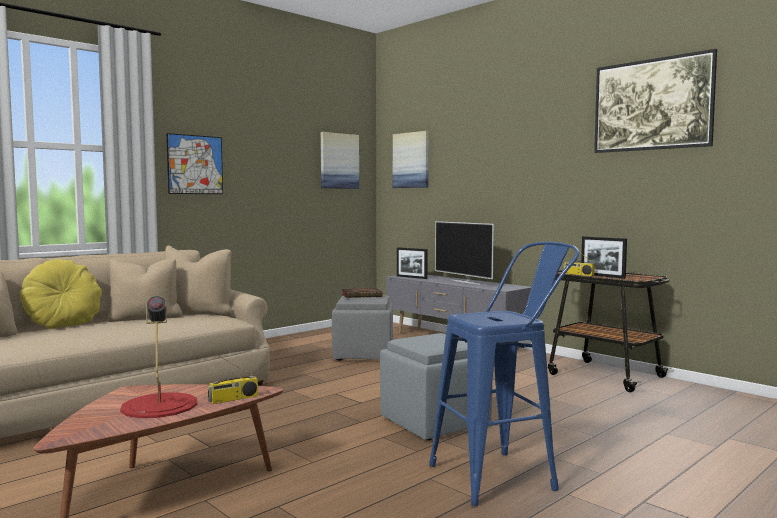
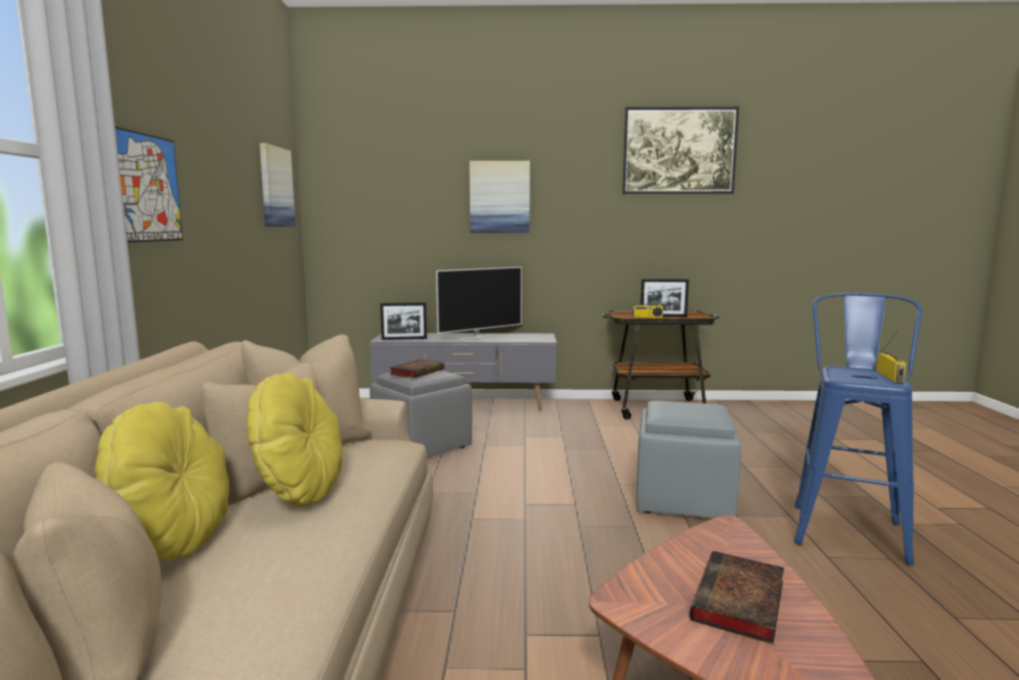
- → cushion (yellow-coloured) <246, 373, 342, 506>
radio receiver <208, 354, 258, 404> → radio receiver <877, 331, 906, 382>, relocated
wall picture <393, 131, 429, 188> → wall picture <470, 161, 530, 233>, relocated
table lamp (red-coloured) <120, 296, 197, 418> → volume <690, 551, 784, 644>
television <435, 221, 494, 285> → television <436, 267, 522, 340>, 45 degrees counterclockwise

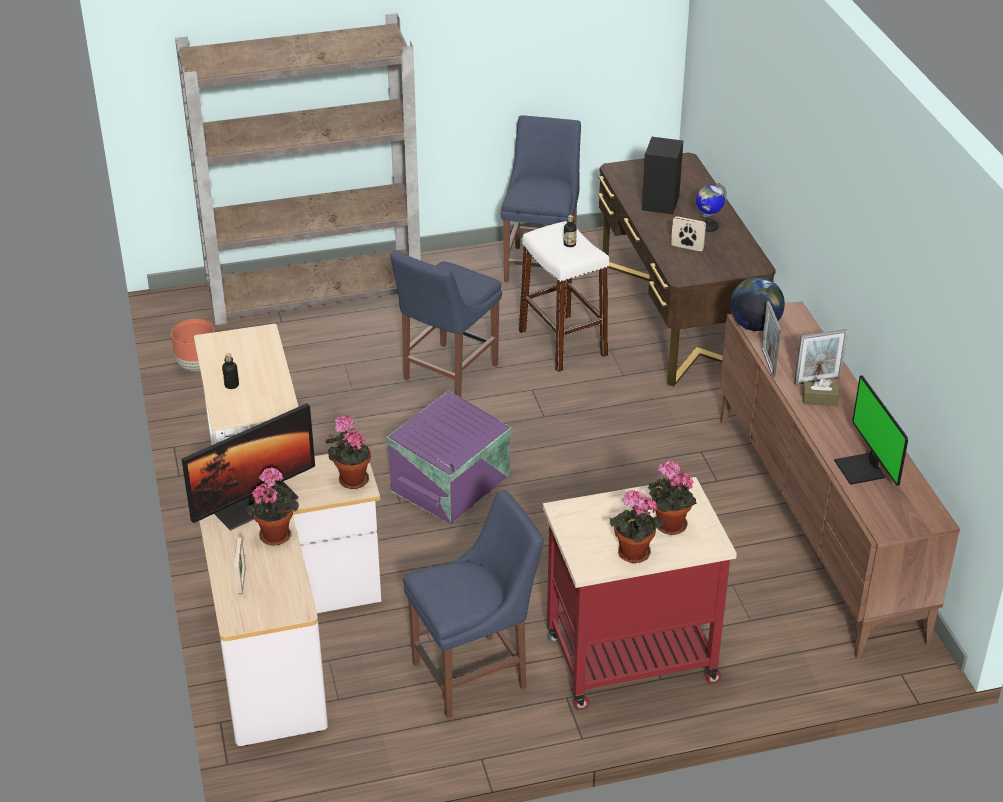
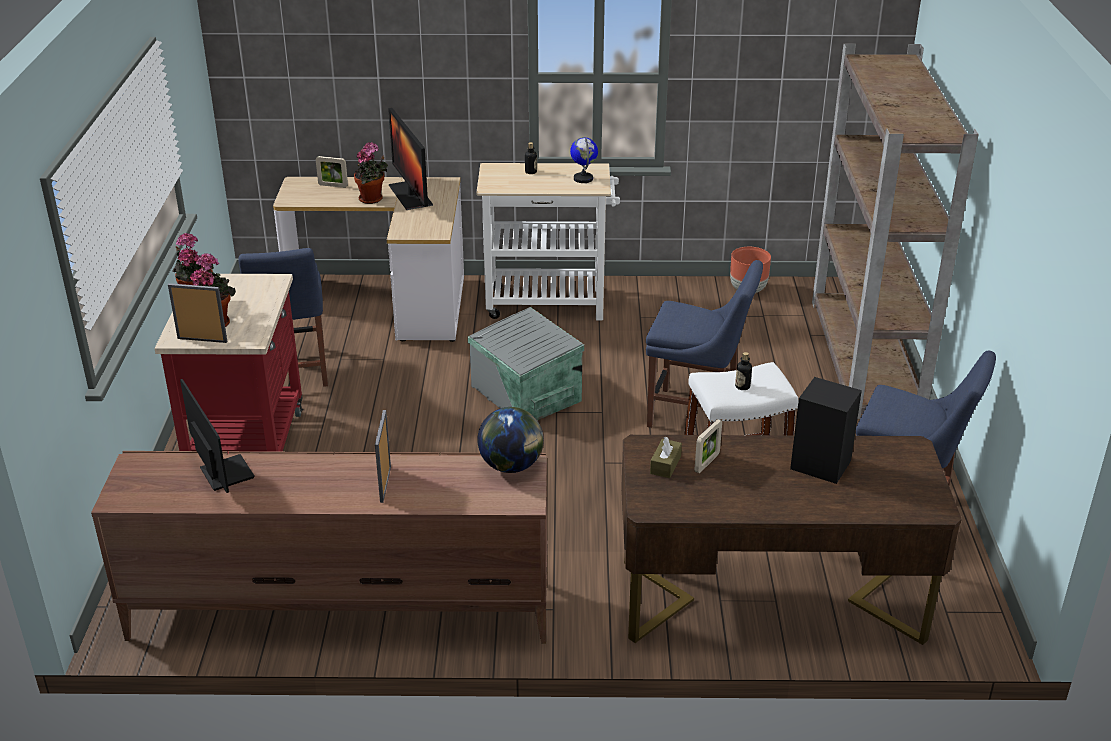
potted plant <326, 416, 371, 489> → -
globe <696, 183, 727, 232> → globe <570, 137, 598, 183>, relocated
photo frame <761, 301, 781, 377> → photo frame <168, 283, 227, 343>, relocated
tissue holder (brown-coloured) <802, 377, 839, 406> → tissue holder (brown-coloured) <650, 436, 682, 478>, relocated
storage container (purplish) <386, 391, 512, 524> → storage container (gray) <468, 307, 584, 420>
chair (blue) <390, 250, 502, 397> → chair (blue) <646, 260, 763, 435>, 150 degrees clockwise
computer display <834, 375, 908, 486> → computer display <180, 379, 255, 493>, 60 degrees clockwise

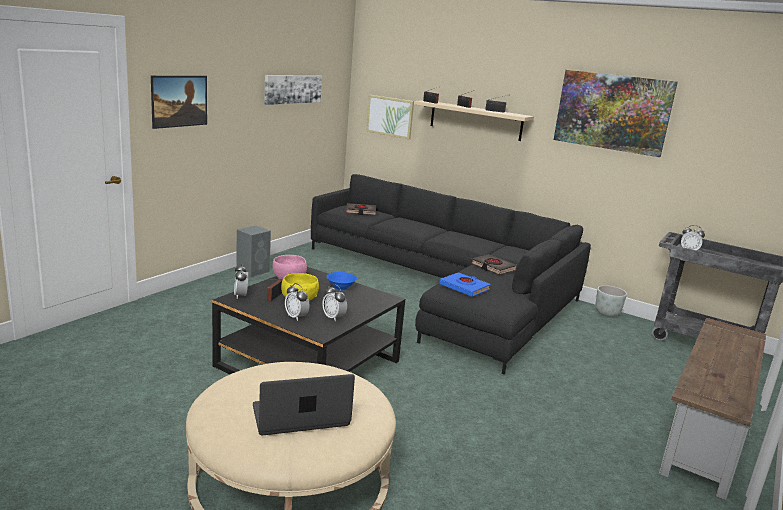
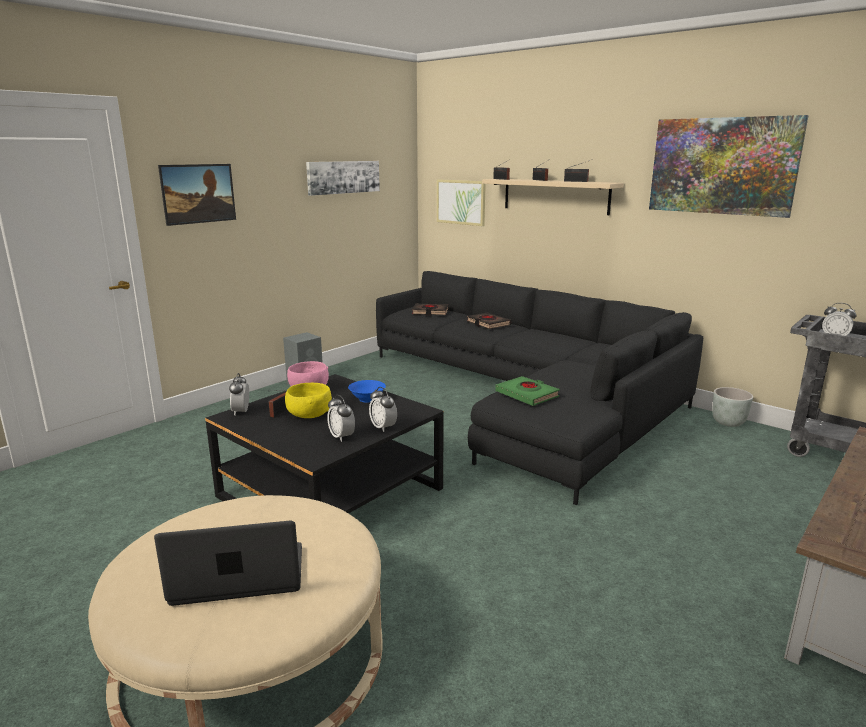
alarm clock <285, 283, 310, 321> → alarm clock <369, 387, 397, 432>, relocated
volume (blackish) <471, 254, 518, 275> → volume (blackish) <467, 313, 511, 329>, relocated
volume (blue) <439, 272, 491, 297> → volume (green-coloured) <495, 376, 560, 406>

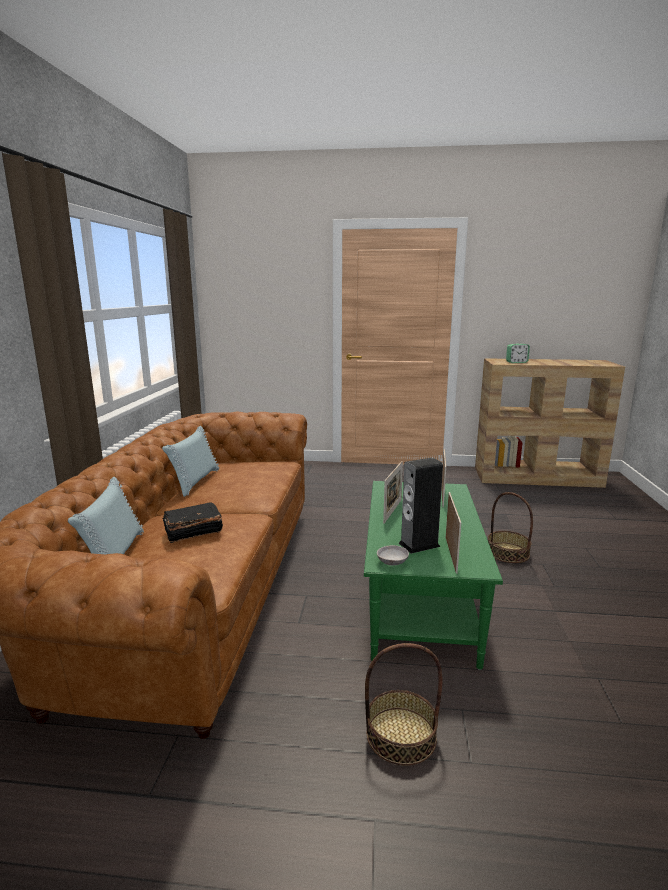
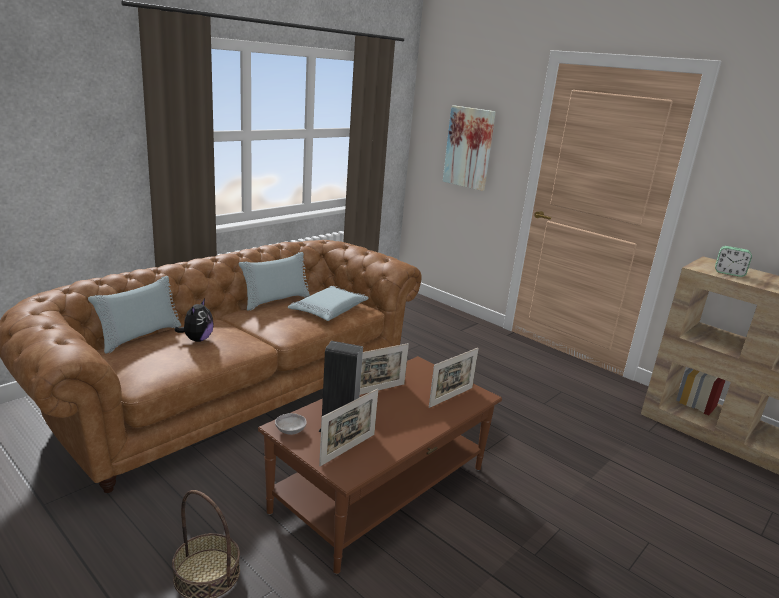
basket <488, 492, 533, 563> → -
- → cushion (blue) <288, 286, 369, 321>
- → wall picture <443, 105, 496, 191>
volume (blackish) <163, 502, 223, 543> → plush toy <174, 299, 214, 342>
lounge table (green-coloured) <364, 481, 503, 670> → lounge table (brown-coloured) <258, 356, 502, 574>

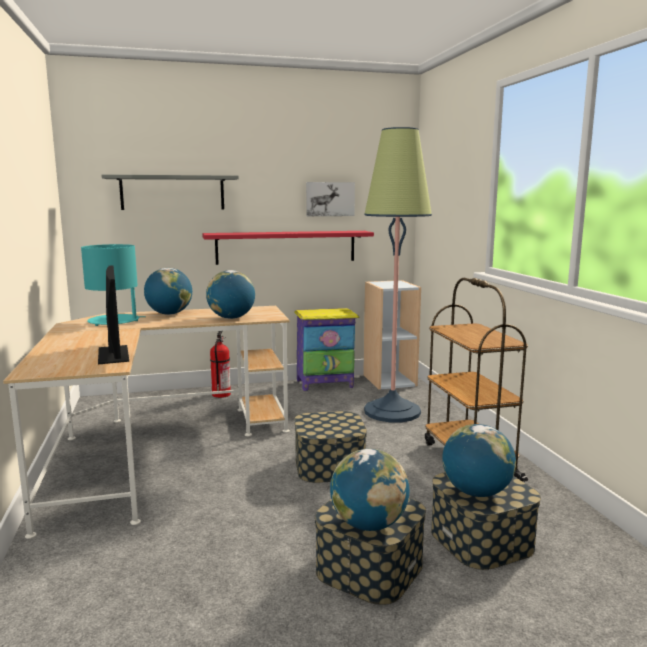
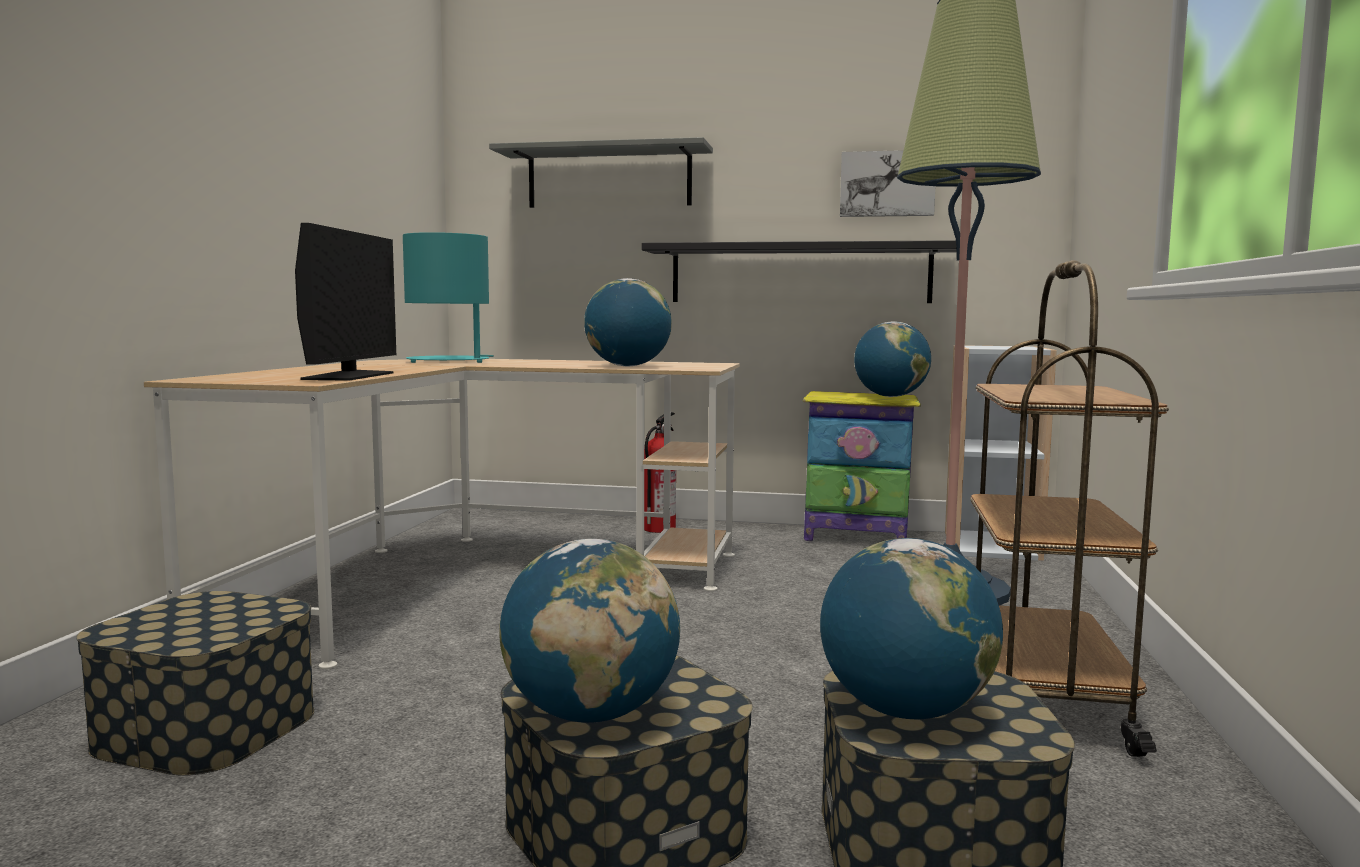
globe <144, 268, 192, 315> → globe <854, 321, 931, 397>, relocated
storage container <294, 411, 367, 483> → storage container <76, 591, 314, 776>, relocated
shelf (red-coloured) <202, 231, 374, 265> → shelf (blackish) <642, 240, 957, 303>

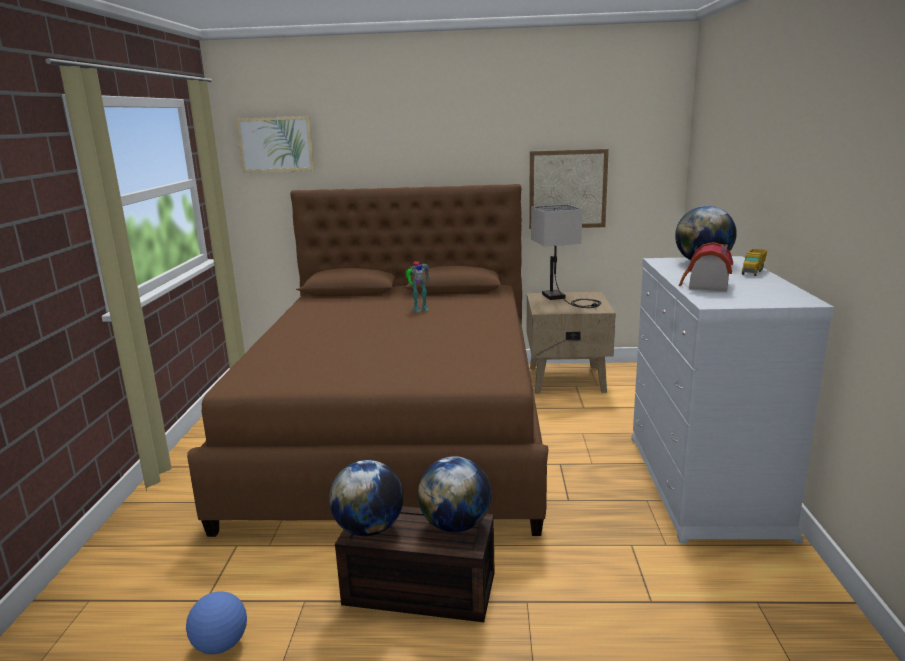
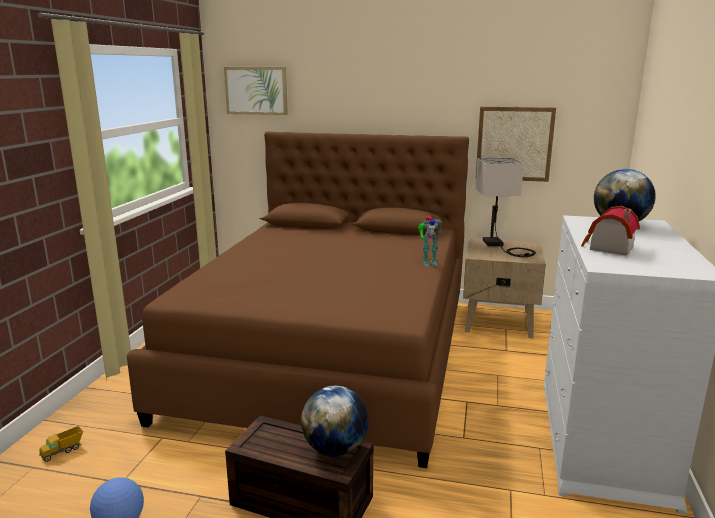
globe <329, 460, 404, 536> → -
robot figure <406, 261, 430, 312> → robot figure <418, 216, 442, 266>, relocated
model truck <742, 249, 767, 276> → model truck <39, 426, 83, 462>, relocated

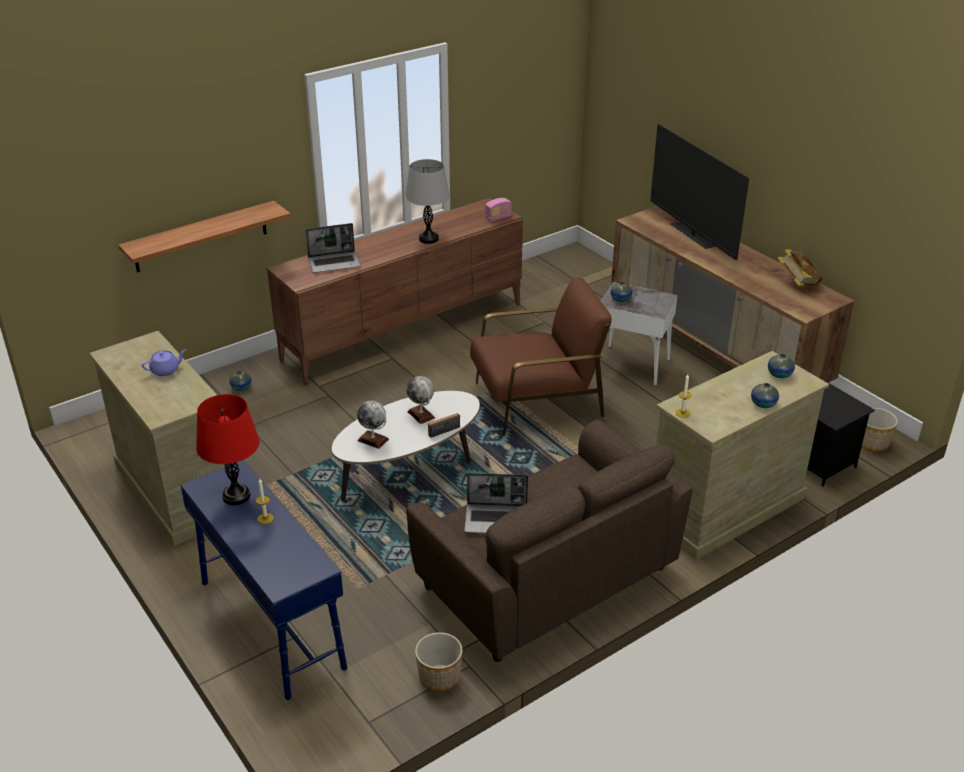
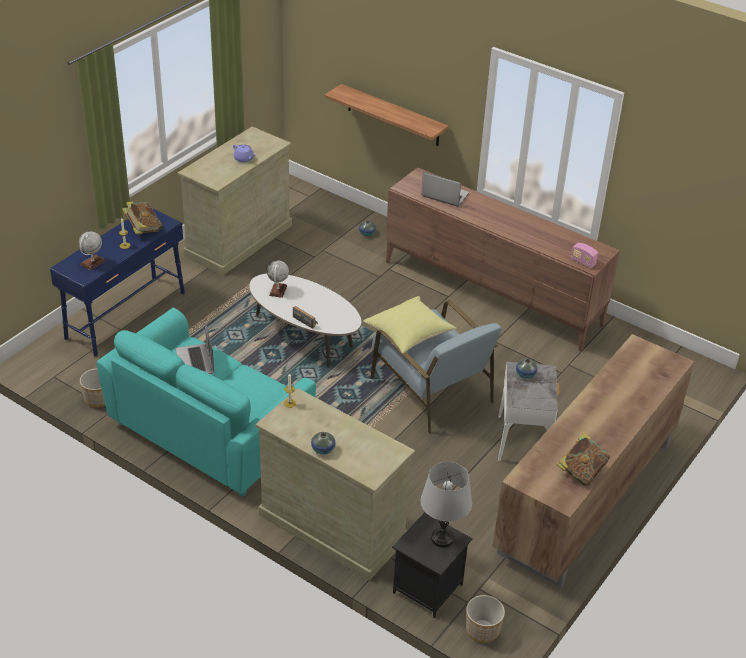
television <650, 124, 749, 260> → -
vase <768, 354, 795, 378> → -
- → cushion (yellow-coloured) <363, 296, 456, 354>
table lamp (gray) <405, 159, 450, 244> → table lamp (gray) <421, 462, 472, 547>, relocated
globe <406, 376, 435, 424> → globe <79, 231, 106, 270>, relocated
table lamp (red-coloured) <196, 394, 260, 505> → volume <122, 202, 162, 234>
settee (brown-coloured) <406, 419, 692, 662> → settee (blue-green) <97, 308, 316, 496>
lounge chair (brown-coloured) <470, 278, 612, 436> → lounge chair (blue) <370, 300, 502, 433>
laptop <305, 223, 361, 273> → laptop <422, 172, 469, 206>, 150 degrees clockwise

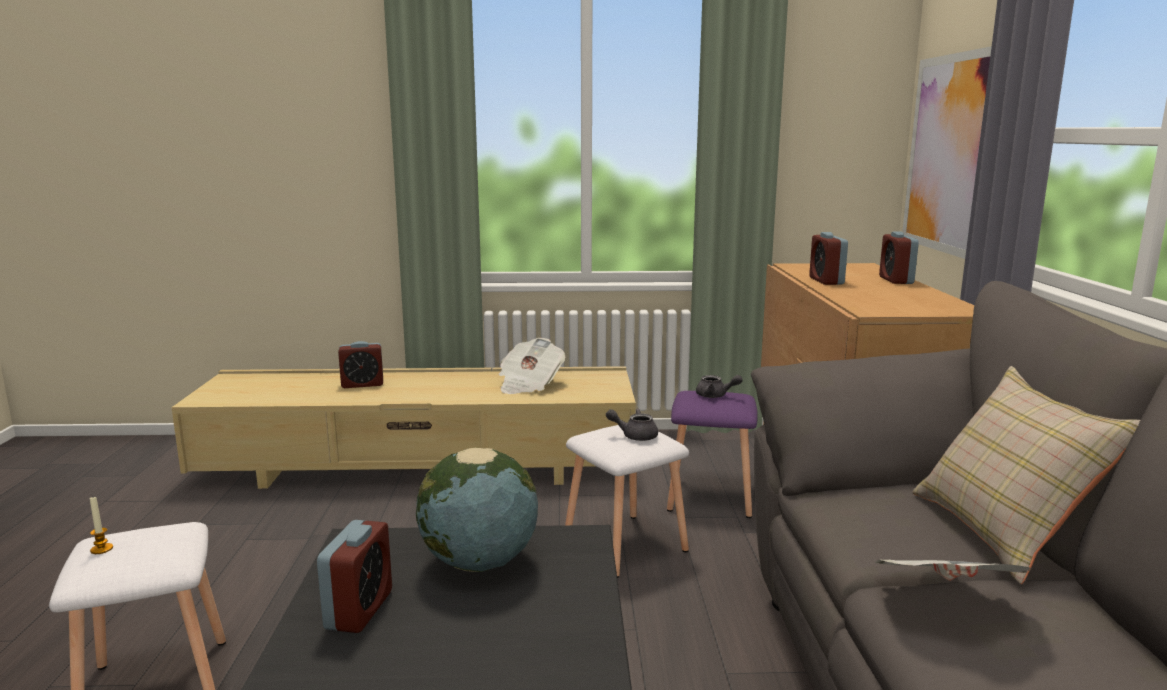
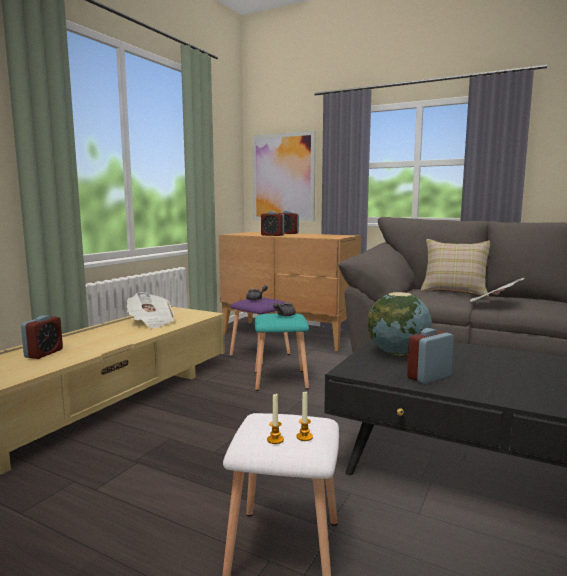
- → wax candle <296, 392, 313, 441>
stool (white) <565, 425, 689, 578> → stool (blue-green) <254, 313, 309, 391>
alarm clock <317, 520, 392, 633> → alarm clock <407, 328, 454, 384>, 75 degrees counterclockwise

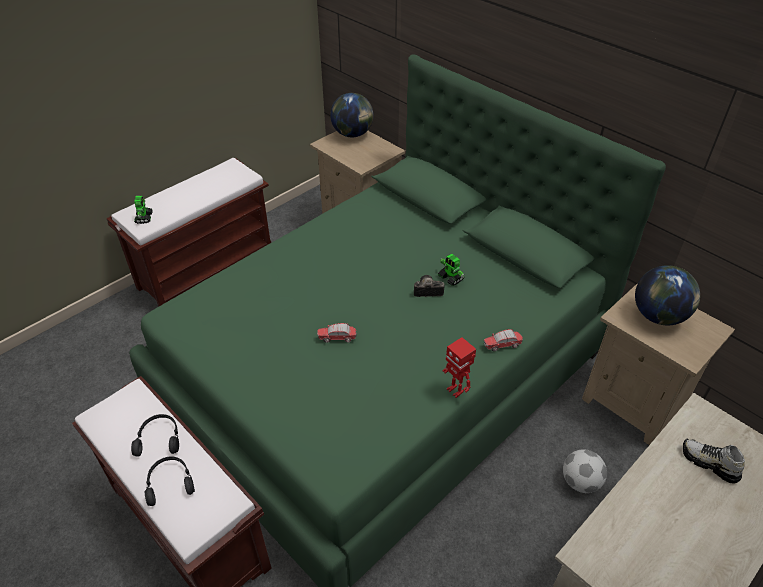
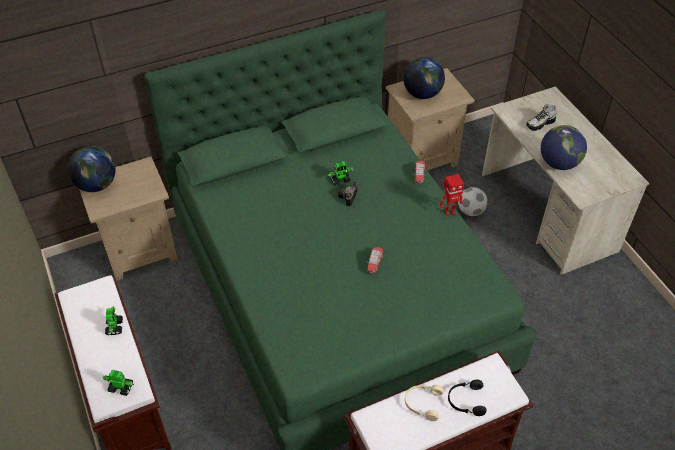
- → robot figure <105, 306, 123, 335>
- → globe <541, 125, 587, 170>
headphones (blackish) <131, 414, 179, 457> → headphones (sand-coloured) <405, 385, 444, 421>

